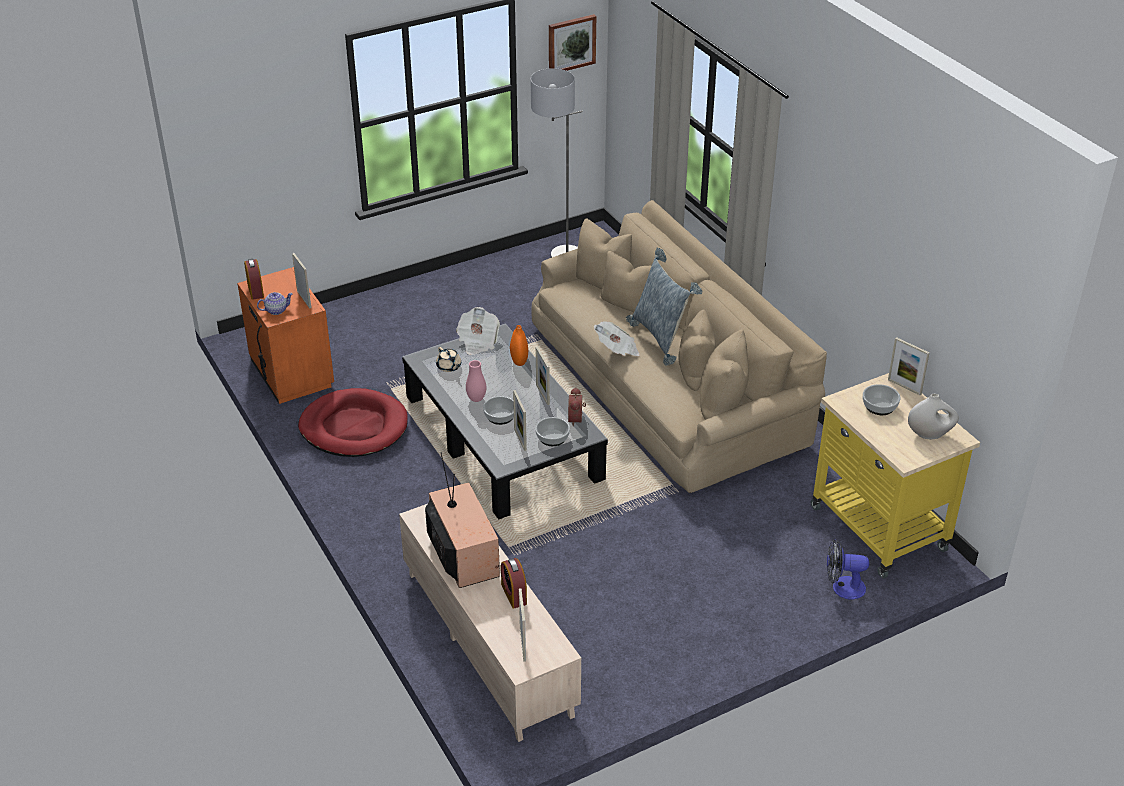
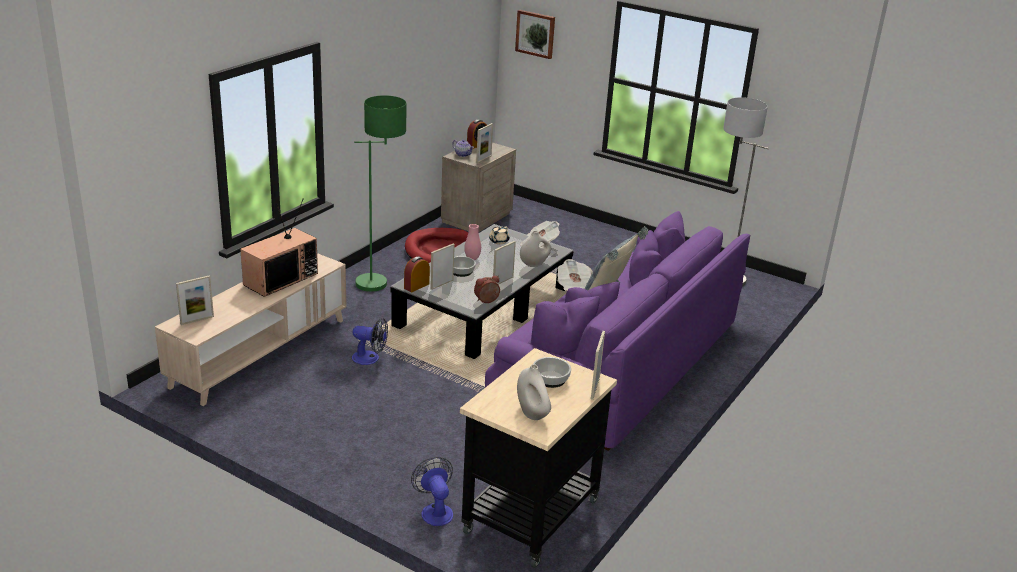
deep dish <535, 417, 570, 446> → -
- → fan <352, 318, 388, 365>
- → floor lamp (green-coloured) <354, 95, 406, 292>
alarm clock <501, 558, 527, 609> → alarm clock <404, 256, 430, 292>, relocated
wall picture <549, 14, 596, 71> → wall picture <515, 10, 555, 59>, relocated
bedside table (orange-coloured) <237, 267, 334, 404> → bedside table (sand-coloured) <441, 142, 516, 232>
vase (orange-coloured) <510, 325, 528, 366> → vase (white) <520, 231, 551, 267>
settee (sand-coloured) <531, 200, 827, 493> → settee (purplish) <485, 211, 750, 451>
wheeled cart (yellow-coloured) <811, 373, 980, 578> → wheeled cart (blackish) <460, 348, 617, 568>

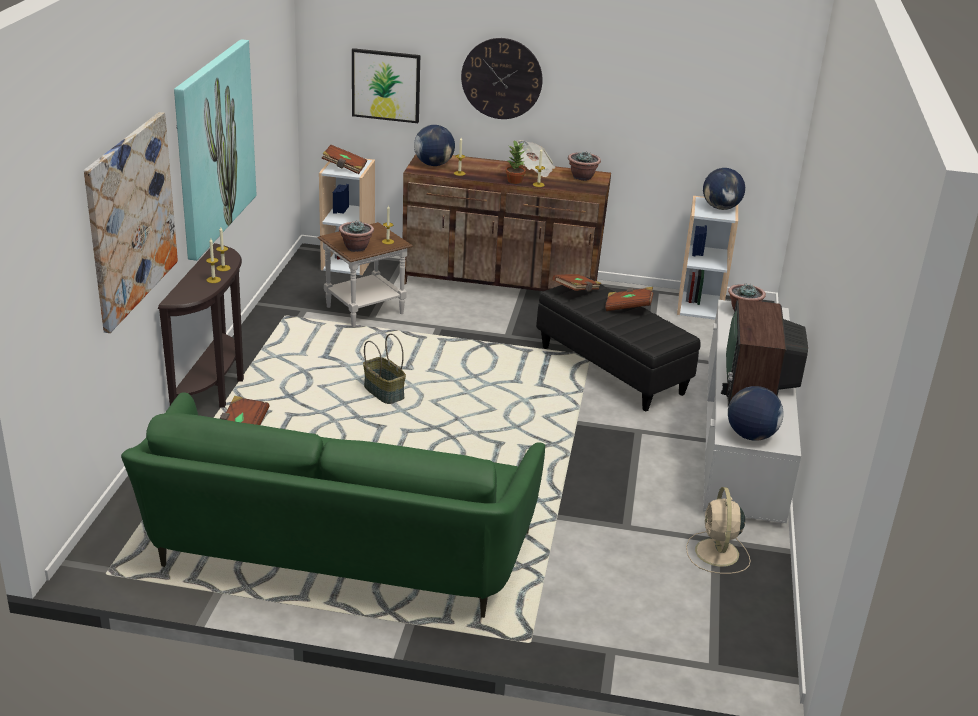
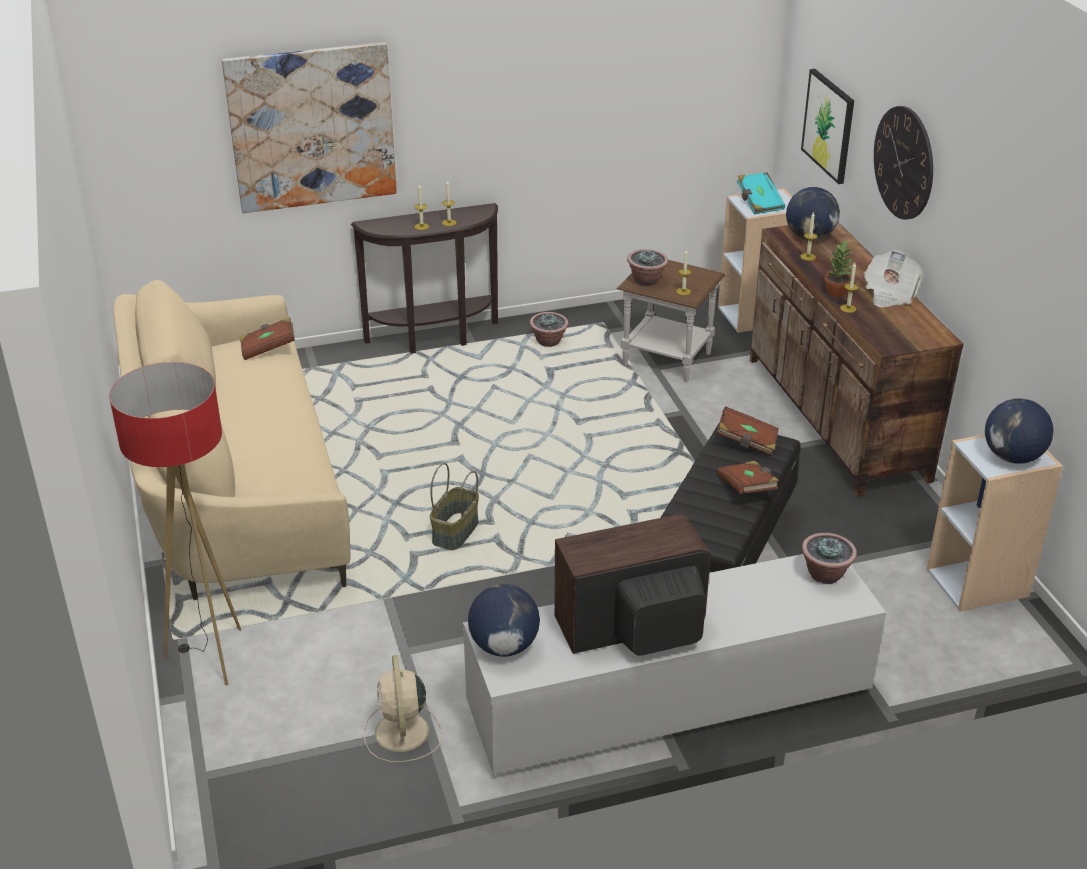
wall picture <174, 39, 257, 261> → -
- → floor lamp <109, 362, 241, 685>
basket <363, 334, 406, 404> → basket <430, 463, 479, 550>, relocated
potted plant <568, 151, 601, 181> → potted plant <530, 312, 569, 347>, relocated
settee (green-coloured) <121, 392, 545, 618> → settee (sand-coloured) <113, 280, 350, 600>
volume (brown-coloured) <321, 145, 367, 174> → volume (blue-green) <737, 172, 786, 214>
fan (sand-coloured) <686, 487, 751, 574> → fan (sand-coloured) <364, 655, 443, 762>, 75 degrees counterclockwise

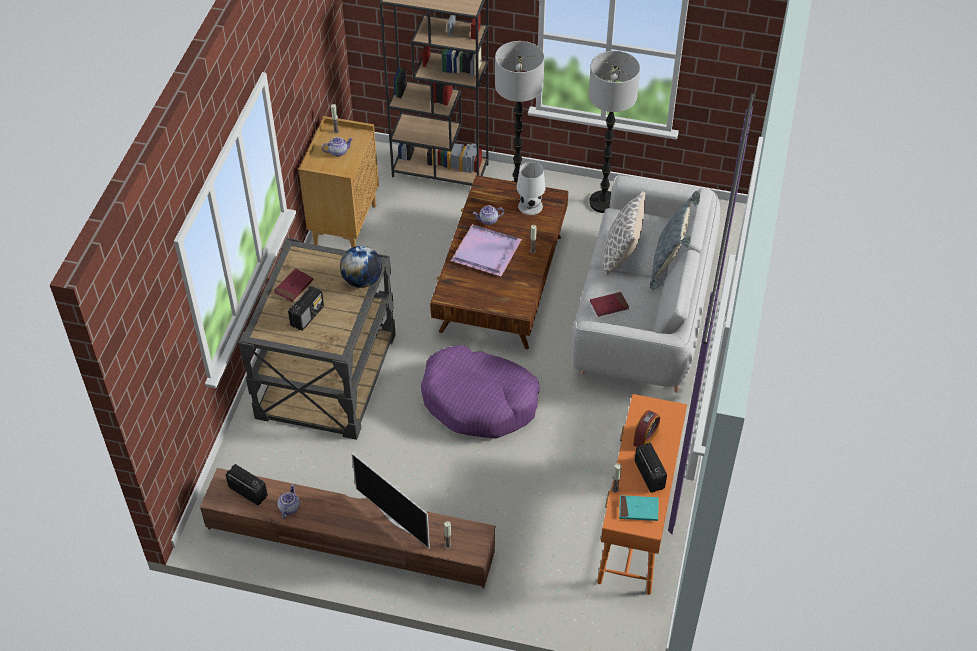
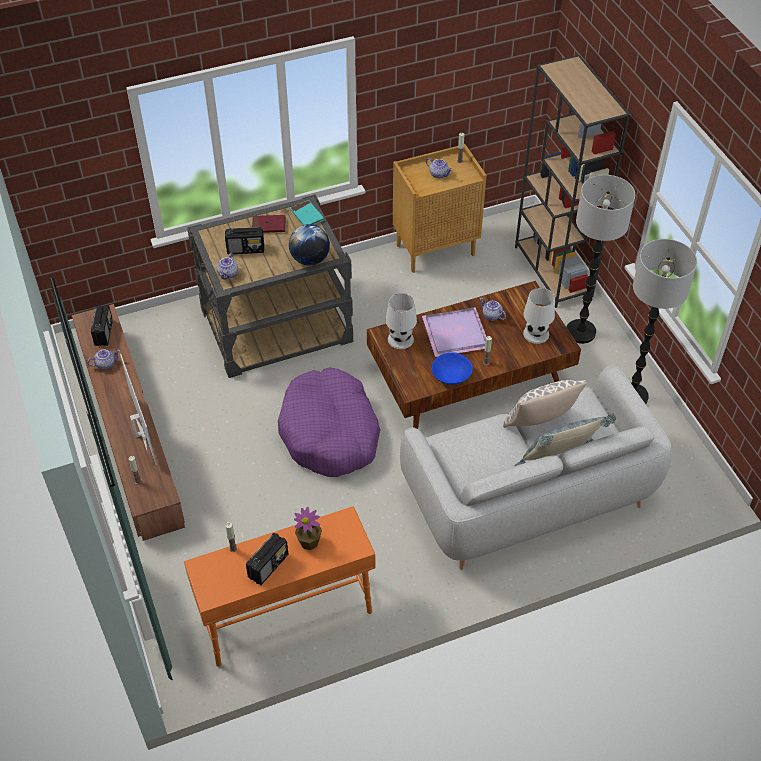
volume (red-coloured) <590, 292, 629, 317> → -
- → tea pot <217, 253, 238, 279>
- → table lamp (white) <386, 293, 417, 349>
- → deep dish (blue) <432, 352, 473, 385>
volume (blue-green) <619, 495, 659, 521> → volume (blue-green) <290, 200, 324, 225>, relocated
alarm clock <633, 410, 660, 447> → potted plant <294, 507, 322, 550>
television <351, 453, 430, 549> → television <120, 354, 157, 465>, 150 degrees clockwise

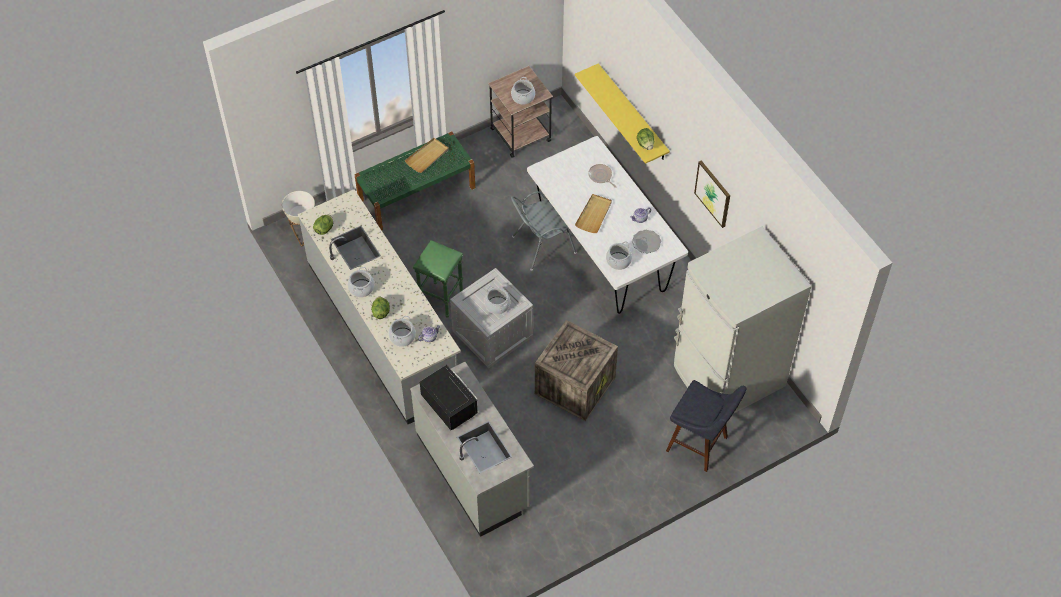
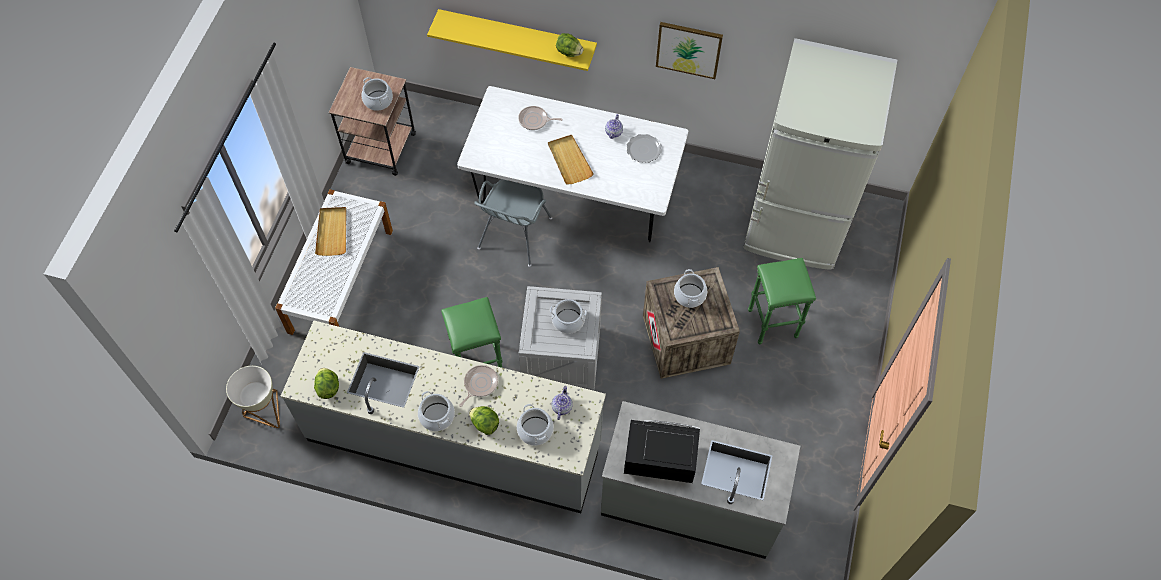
stool (blue) <666, 380, 747, 472> → -
- → pan <459, 365, 498, 407>
- → stool (green-coloured) <748, 258, 816, 344>
saucepot <606, 241, 632, 270> → saucepot <674, 269, 707, 308>, relocated
long seat (green-coloured) <354, 131, 475, 230> → long seat (white) <275, 189, 393, 335>

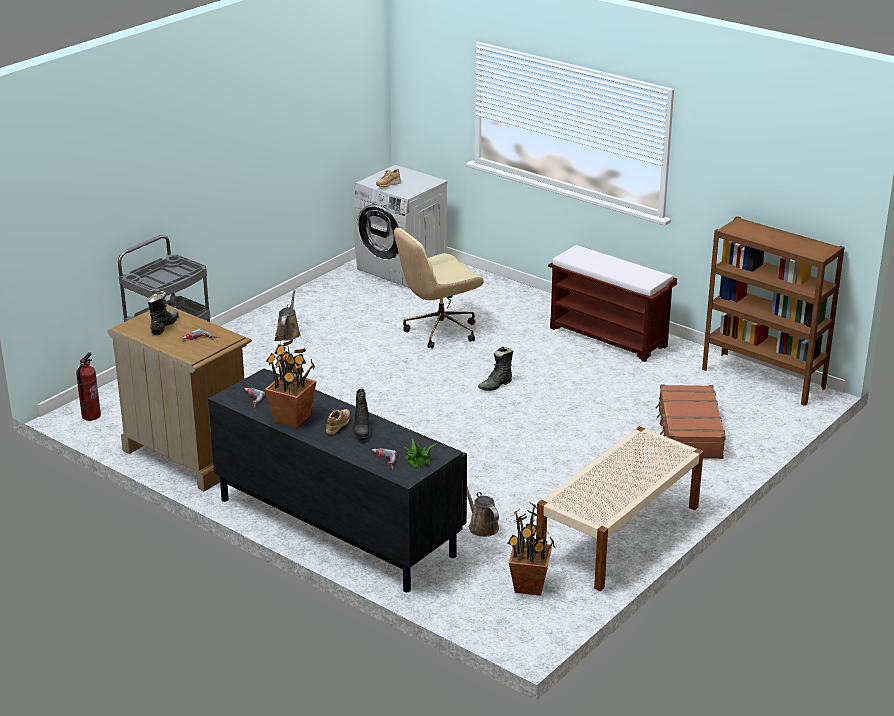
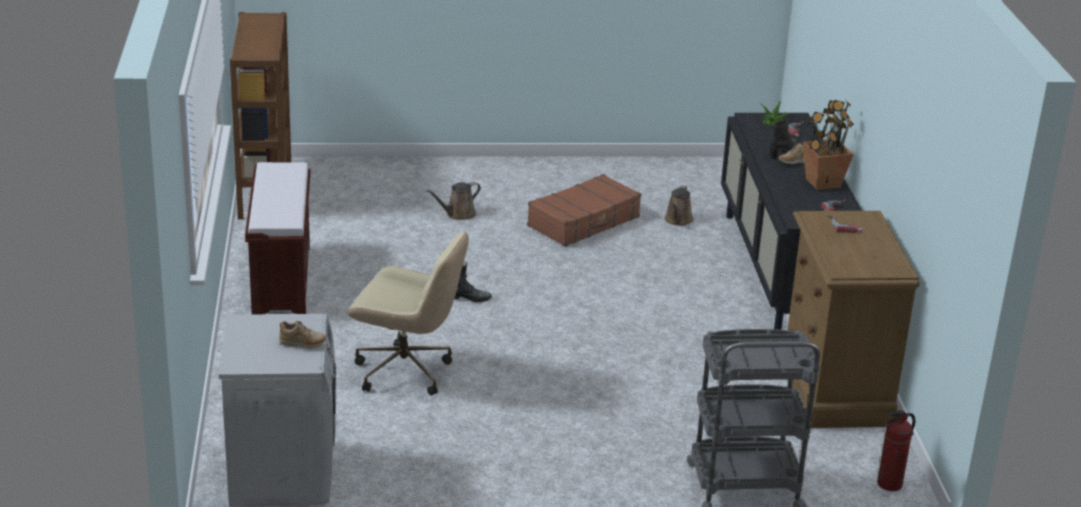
high-top boot (blackish) <148, 291, 179, 335> → -
potted plant <508, 502, 556, 596> → -
long seat (sand-coloured) <536, 426, 704, 591> → -
watering can (brown-coloured) <275, 290, 301, 340> → watering can (brown-coloured) <426, 182, 481, 220>, relocated
suitcase (brown-coloured) <655, 384, 726, 459> → suitcase (brown-coloured) <527, 174, 641, 247>, relocated

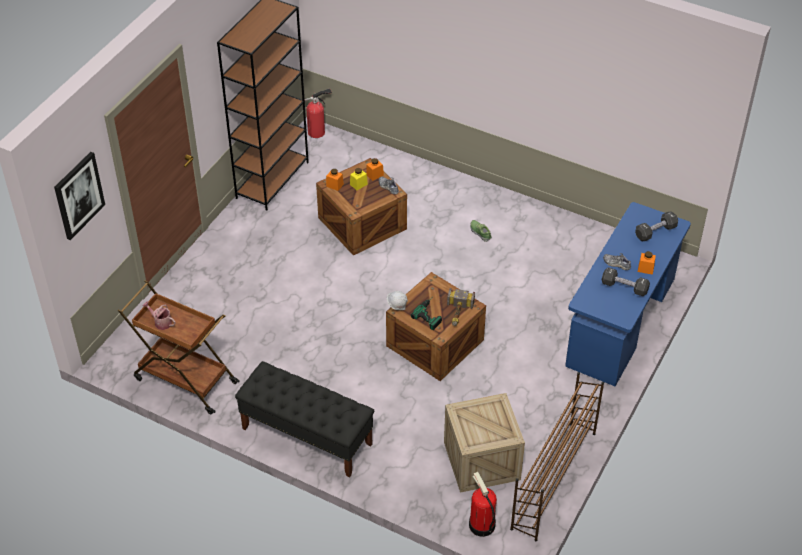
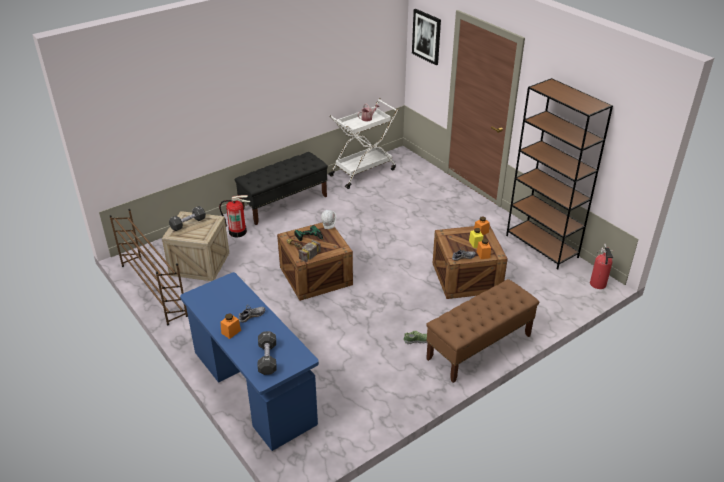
- → long seat (brown-coloured) <426, 279, 539, 383>
extinguisher <469, 472, 497, 537> → extinguisher <219, 195, 250, 237>, relocated
dumbbell (blackish) <602, 267, 650, 296> → dumbbell (blackish) <169, 206, 206, 231>, relocated
wheeled cart (brown-coloured) <118, 280, 240, 415> → wheeled cart (white) <328, 98, 399, 189>

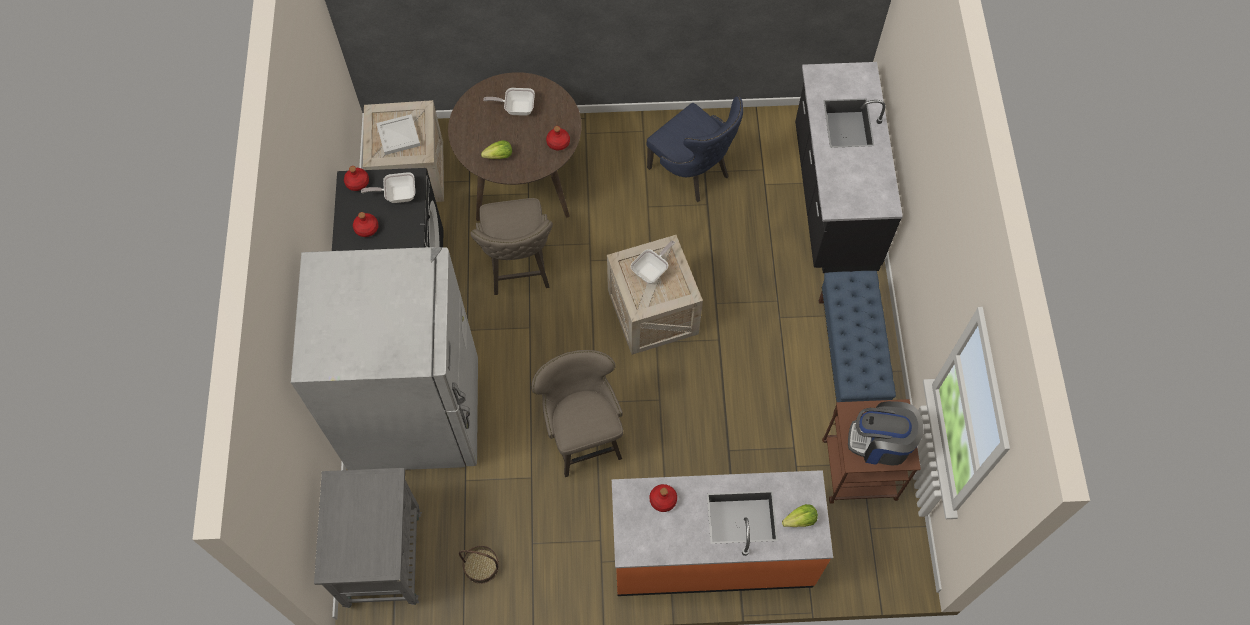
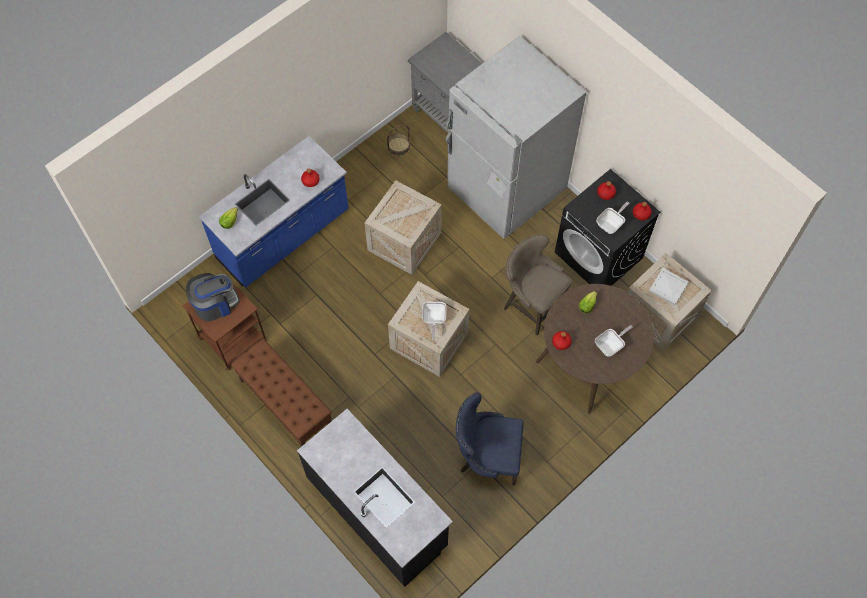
stool (sand-coloured) <531, 350, 623, 477> → crate <364, 181, 442, 275>
kitchen counter (orange-coloured) <612, 470, 833, 596> → kitchen counter (blue) <199, 136, 349, 287>
long seat (blue) <819, 271, 896, 416> → long seat (brown-coloured) <231, 339, 332, 447>

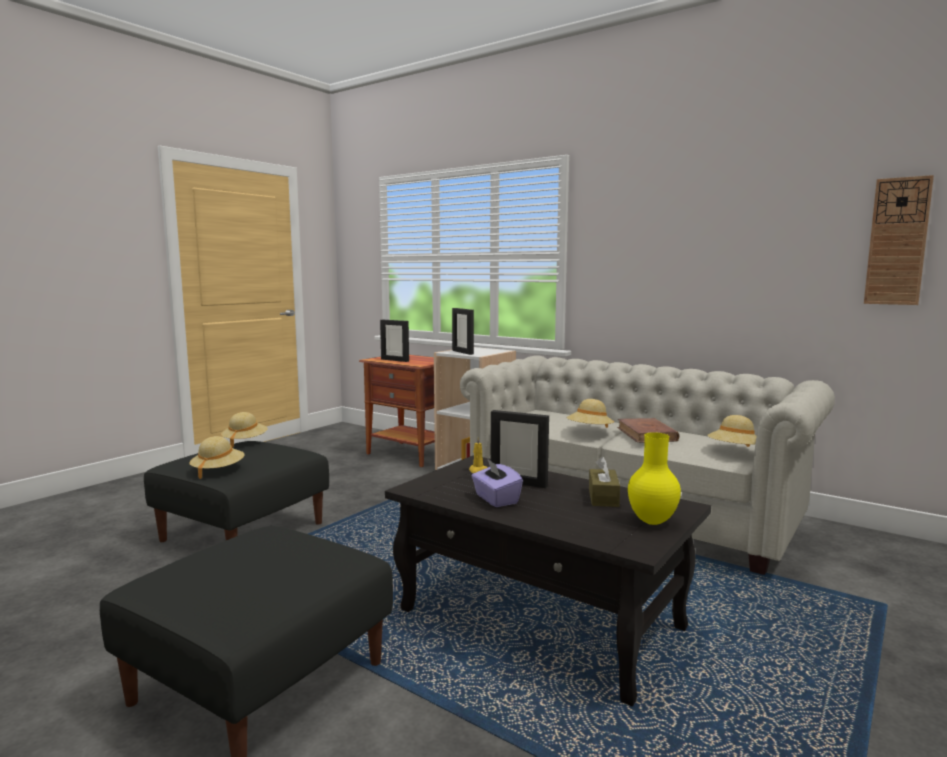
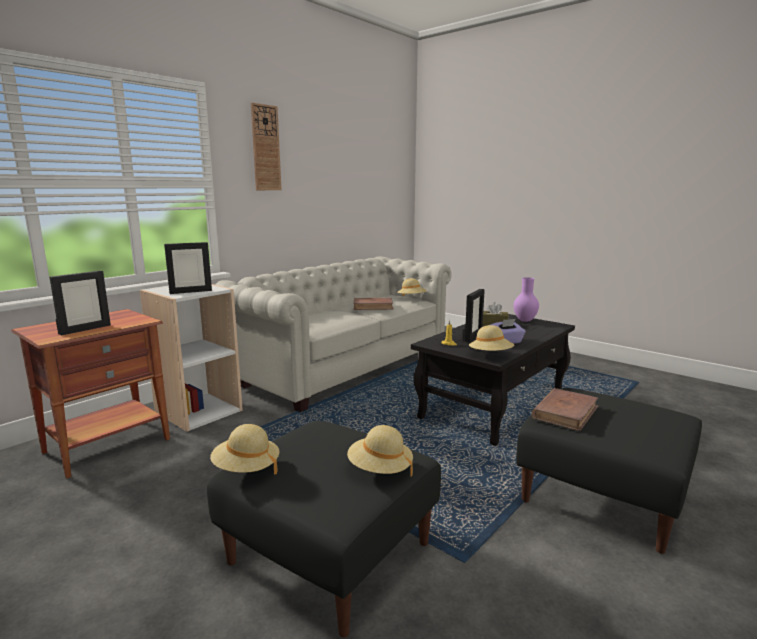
- → volume (brown-coloured) <532, 388, 598, 431>
wearable hat (sand-coloured) <566, 399, 614, 428> → wearable hat (sand-coloured) <469, 325, 514, 351>, relocated
wall clock <864, 175, 934, 305> → wall clock <251, 103, 282, 190>, relocated
vase (yellow-coloured) <628, 432, 681, 525> → vase (purplish) <513, 277, 539, 322>

